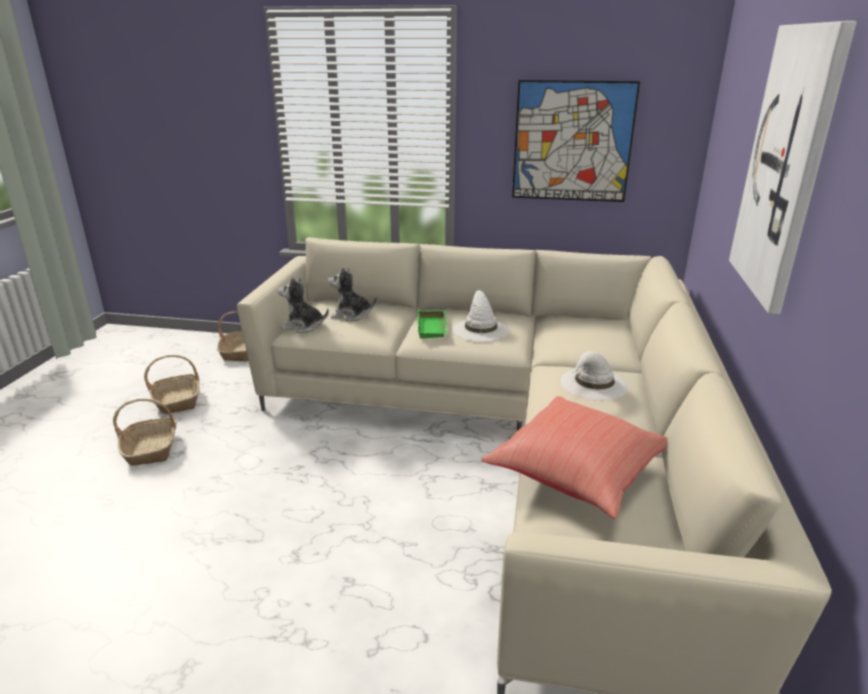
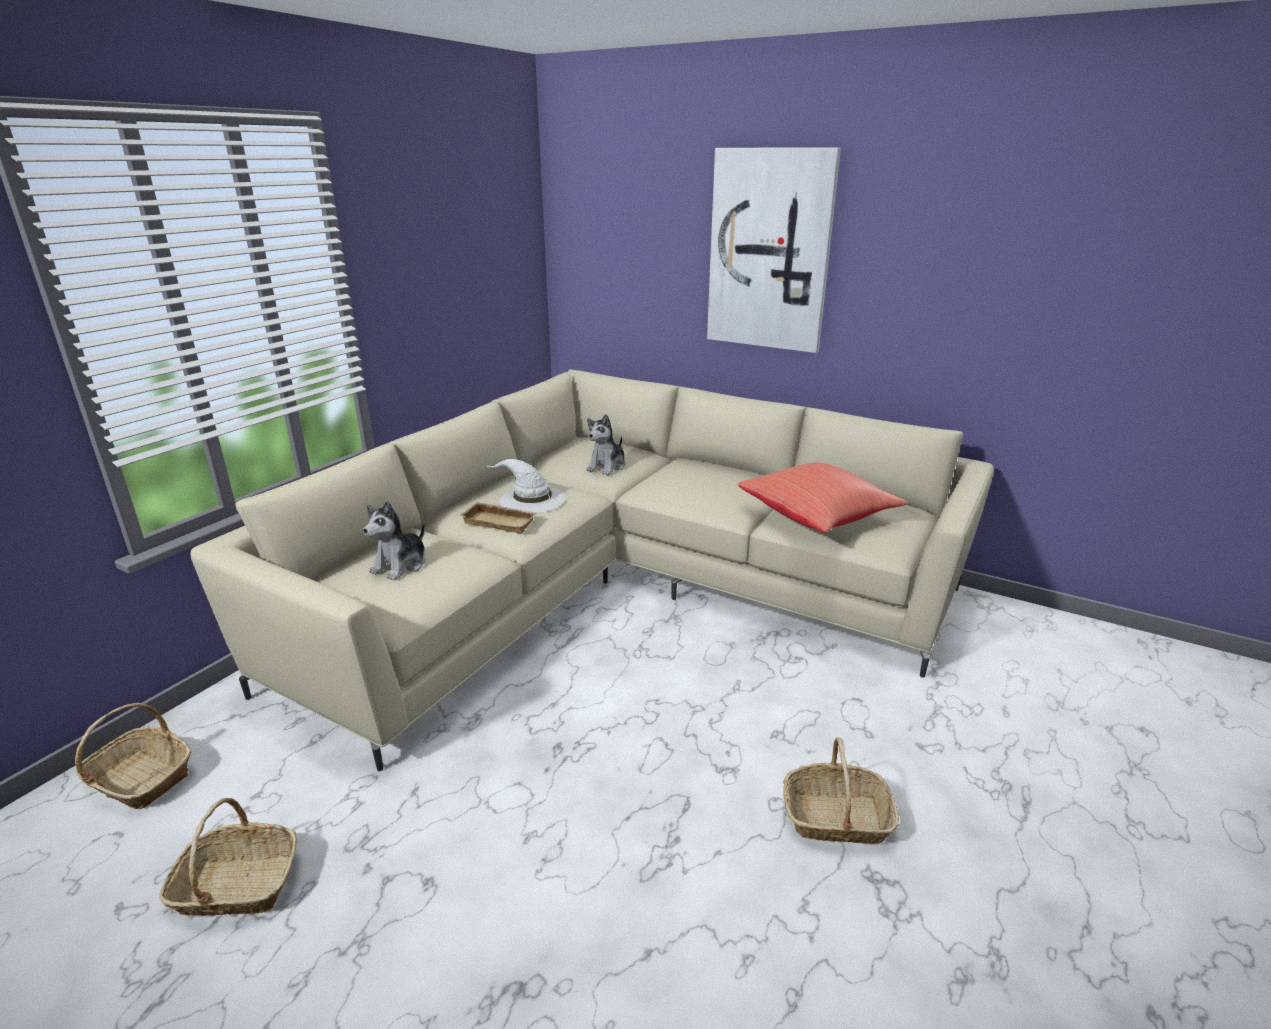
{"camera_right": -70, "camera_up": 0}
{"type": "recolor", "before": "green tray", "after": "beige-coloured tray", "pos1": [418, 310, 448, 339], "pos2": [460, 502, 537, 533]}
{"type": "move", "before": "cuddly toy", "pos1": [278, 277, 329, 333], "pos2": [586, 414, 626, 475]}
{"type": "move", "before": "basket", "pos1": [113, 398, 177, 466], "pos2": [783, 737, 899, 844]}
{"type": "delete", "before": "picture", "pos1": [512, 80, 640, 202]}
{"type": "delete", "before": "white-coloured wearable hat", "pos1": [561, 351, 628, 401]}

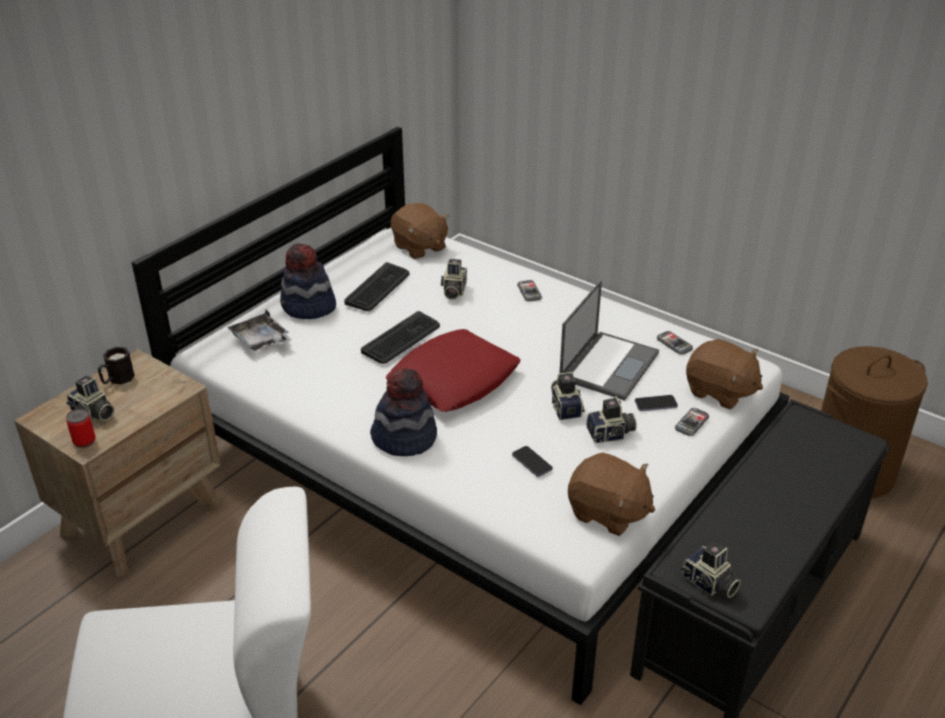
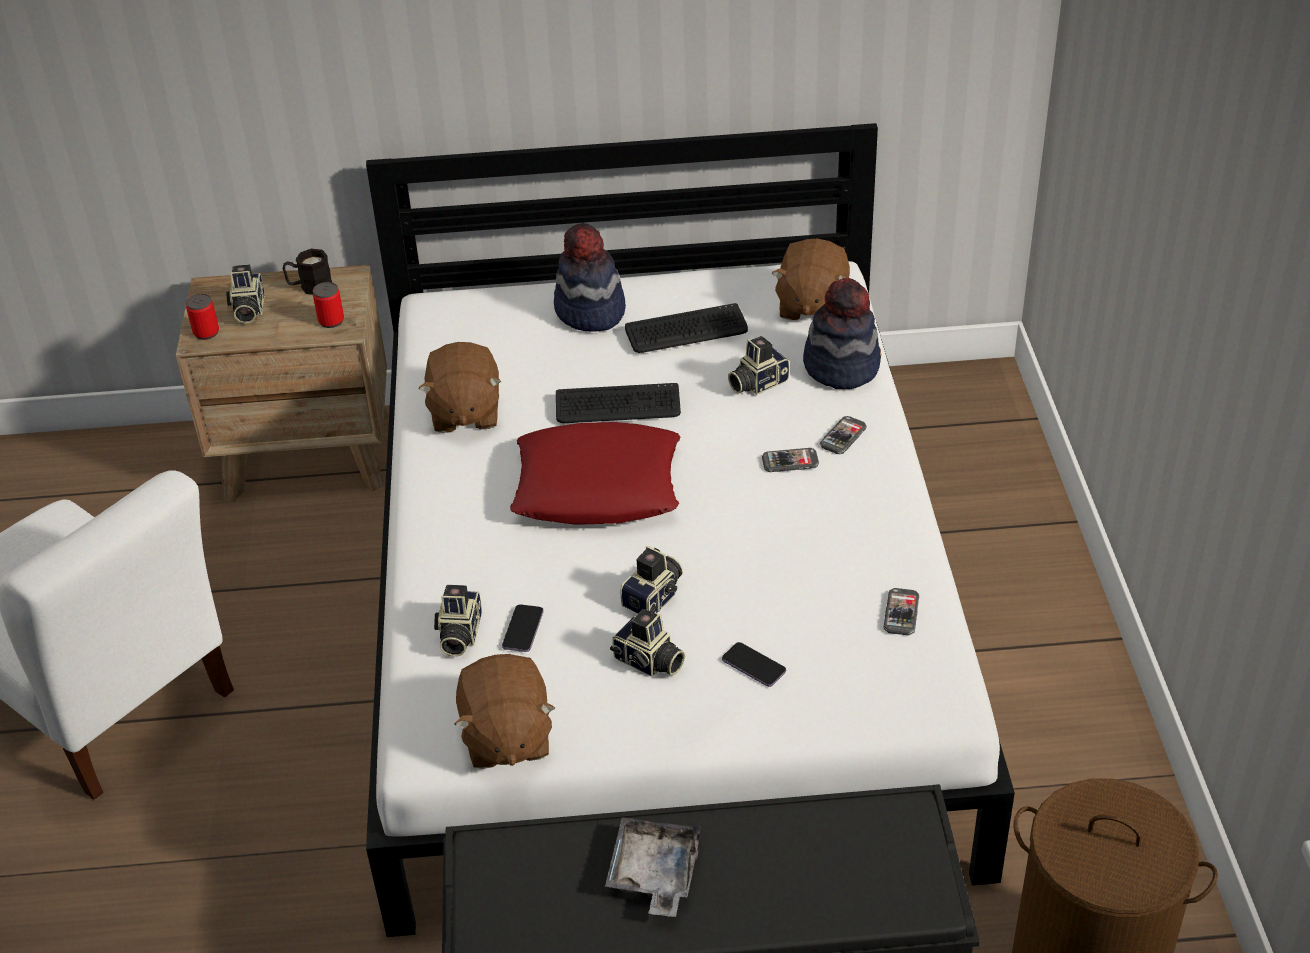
{"camera_right": 50, "camera_up": 5}
{"type": "insert", "after": "sealed can", "pos2": [313, 282, 344, 328]}
{"type": "move", "before": "brown cuddly toy", "pos1": [686, 339, 763, 409], "pos2": [418, 342, 501, 433]}
{"type": "move", "before": "still camera", "pos1": [681, 542, 741, 598], "pos2": [434, 585, 482, 657]}
{"type": "move", "before": "greyish tray", "pos1": [227, 310, 292, 351], "pos2": [605, 817, 701, 917]}
{"type": "move", "before": "phone", "pos1": [675, 408, 709, 436], "pos2": [762, 448, 819, 472]}
{"type": "move", "before": "wearable hat", "pos1": [370, 368, 437, 456], "pos2": [803, 278, 881, 389]}
{"type": "delete", "before": "laptop", "pos1": [560, 280, 659, 401]}

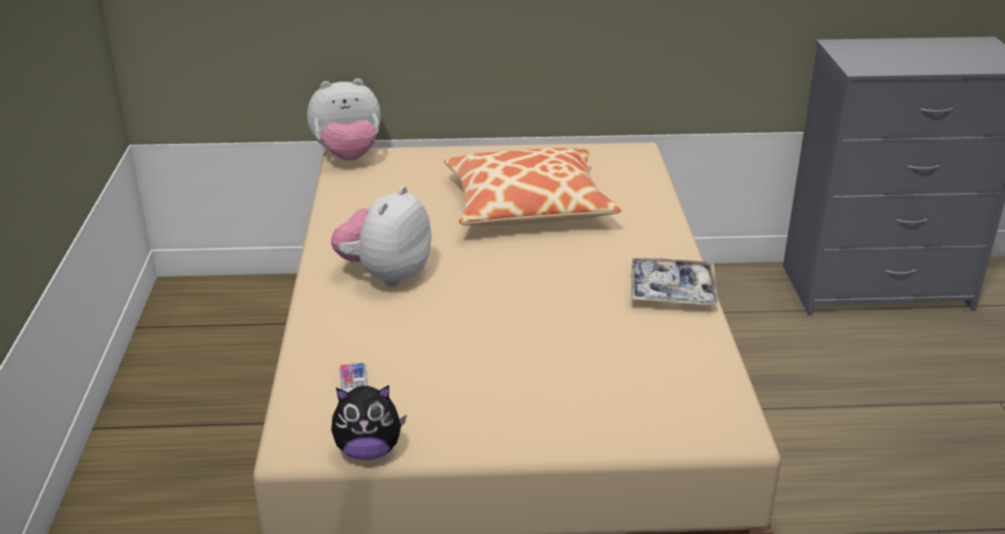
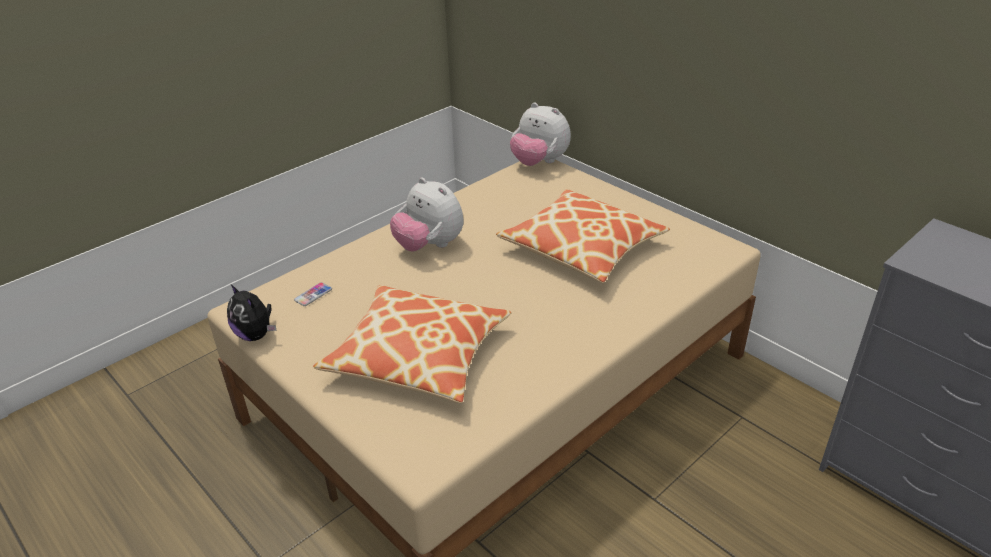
{"camera_right": 50, "camera_up": 5}
{"type": "insert", "after": "cushion", "pos2": [313, 285, 511, 403]}
{"type": "rotate", "before": "cuddly toy", "pos1": [331, 186, 432, 287], "pos2": [390, 177, 464, 251], "turn": -120}
{"type": "delete", "before": "tray", "pos1": [631, 258, 718, 305]}

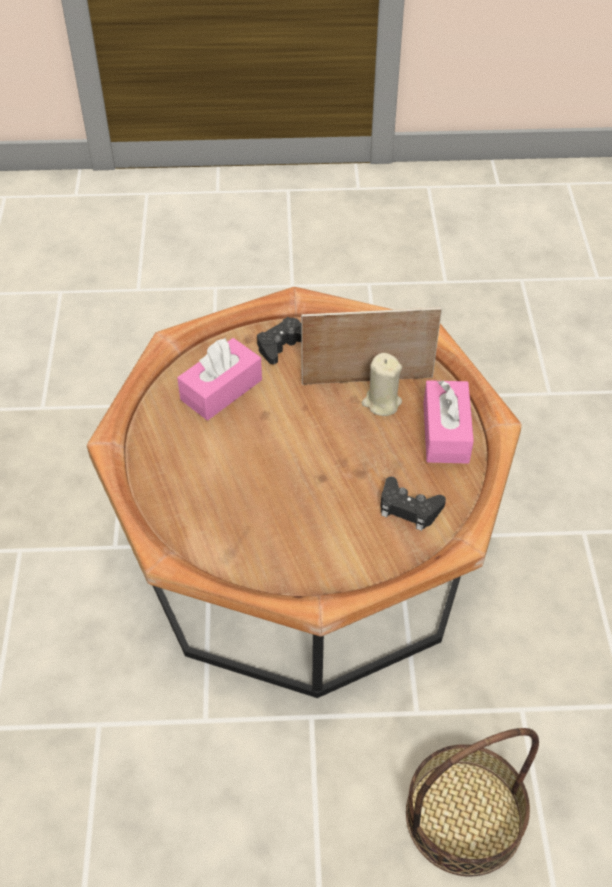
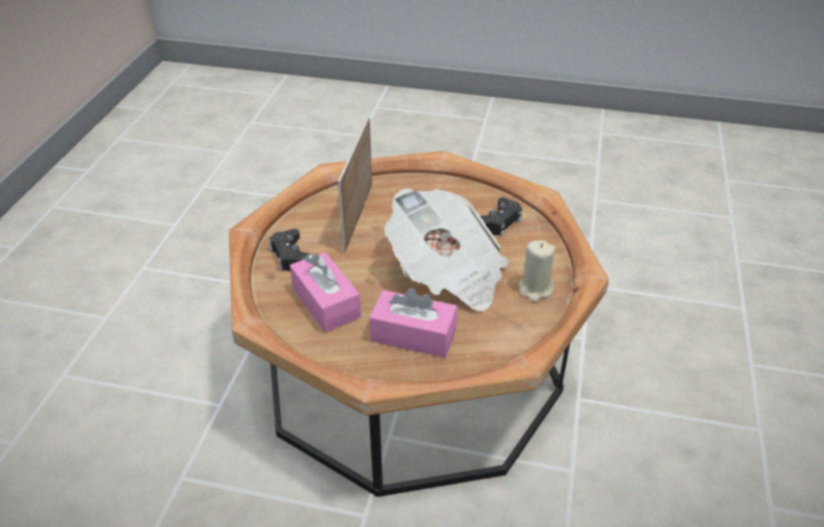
{"camera_right": -75, "camera_up": -10}
{"type": "move", "before": "pinkish tissue holder", "pos1": [423, 380, 474, 464], "pos2": [369, 288, 457, 358]}
{"type": "insert", "after": "newspaper", "pos2": [384, 188, 509, 311]}
{"type": "move", "before": "beige-coloured wax light", "pos1": [362, 353, 402, 416], "pos2": [519, 240, 555, 302]}
{"type": "delete", "before": "basket", "pos1": [406, 728, 539, 877]}

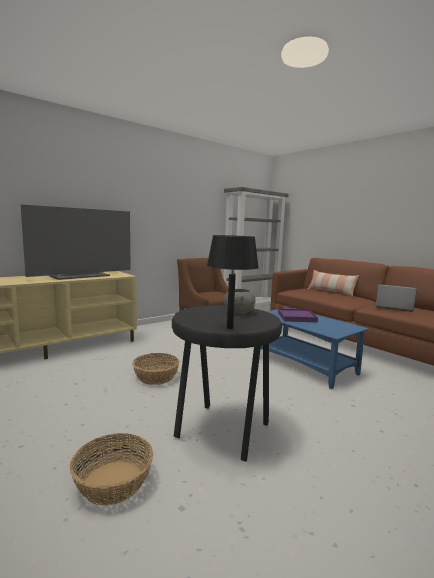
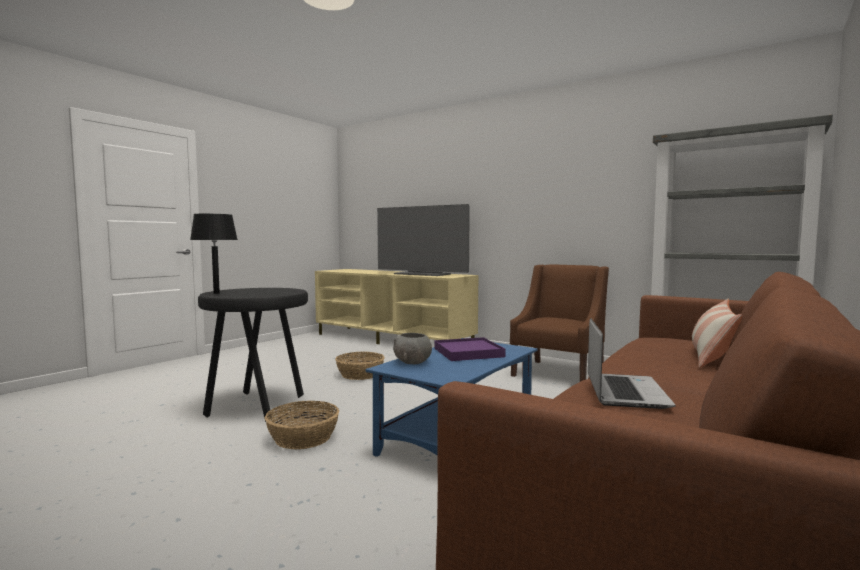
{"camera_right": 75, "camera_up": -5}
{"type": "move", "before": "basket", "pos1": [70, 433, 153, 506], "pos2": [265, 401, 339, 450]}
{"type": "move", "before": "greyish serving bowl", "pos1": [224, 289, 256, 314], "pos2": [393, 333, 432, 364]}

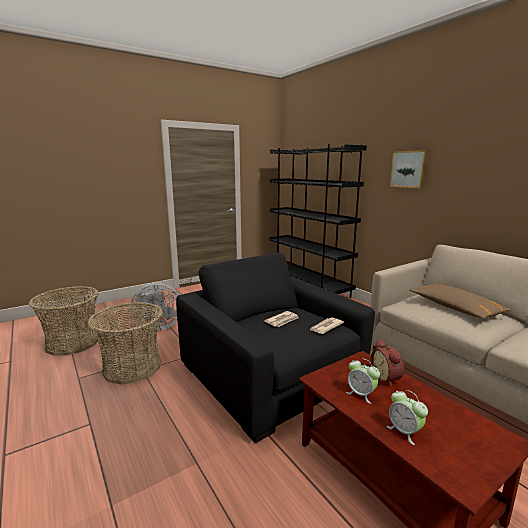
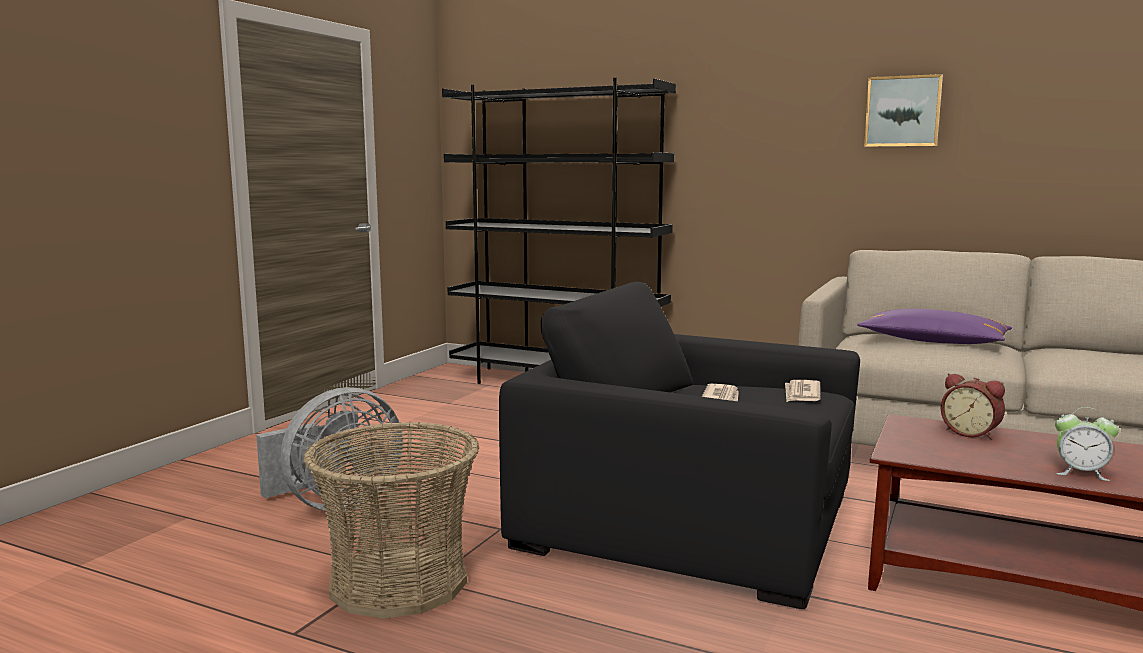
{"camera_right": -30, "camera_up": -5}
{"type": "recolor", "before": "brown cushion", "after": "purple-coloured cushion", "pos1": [409, 284, 511, 319], "pos2": [857, 309, 1012, 344]}
{"type": "move", "before": "picture", "pos1": [390, 150, 428, 188], "pos2": [864, 74, 943, 147]}
{"type": "delete", "before": "basket", "pos1": [29, 286, 99, 356]}
{"type": "delete", "before": "table clock", "pos1": [346, 358, 380, 404]}

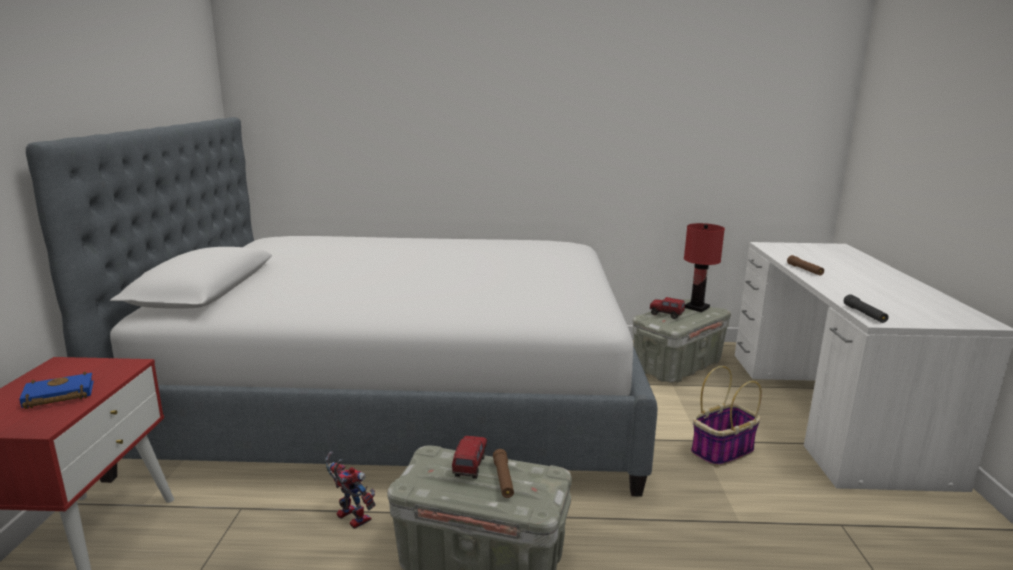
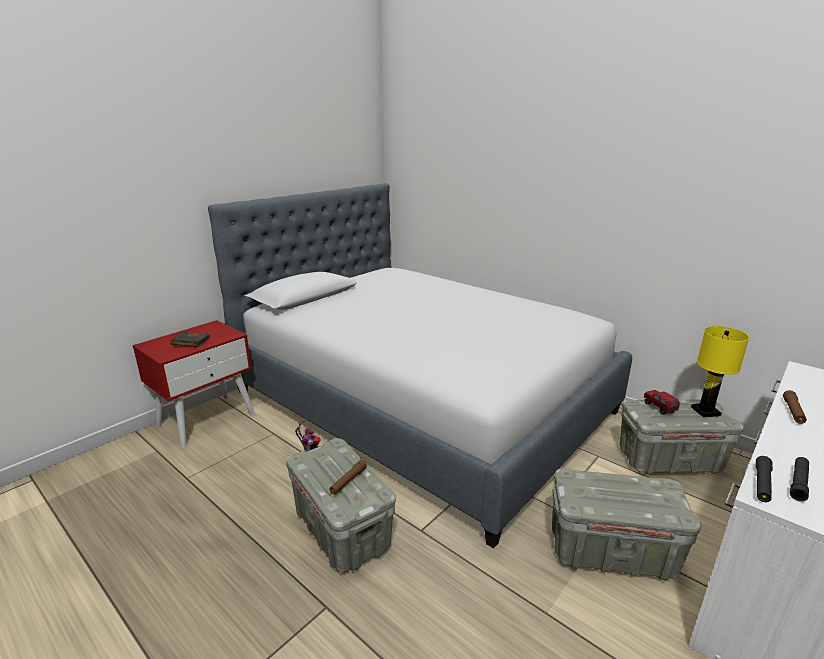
{"camera_right": 40, "camera_up": 5}
{"type": "recolor", "before": "bluish book", "after": "black book", "pos1": [19, 371, 94, 409], "pos2": [170, 331, 210, 348]}
{"type": "replace", "before": "basket", "after": "greyish storage box", "pos1": [691, 366, 762, 466], "pos2": [552, 468, 701, 580]}
{"type": "recolor", "before": "red-coloured table lamp", "after": "yellow table lamp", "pos1": [684, 223, 725, 312], "pos2": [691, 326, 749, 417]}
{"type": "insert", "after": "black flashlight", "pos2": [790, 457, 809, 502]}
{"type": "delete", "before": "toy truck", "pos1": [452, 436, 487, 479]}

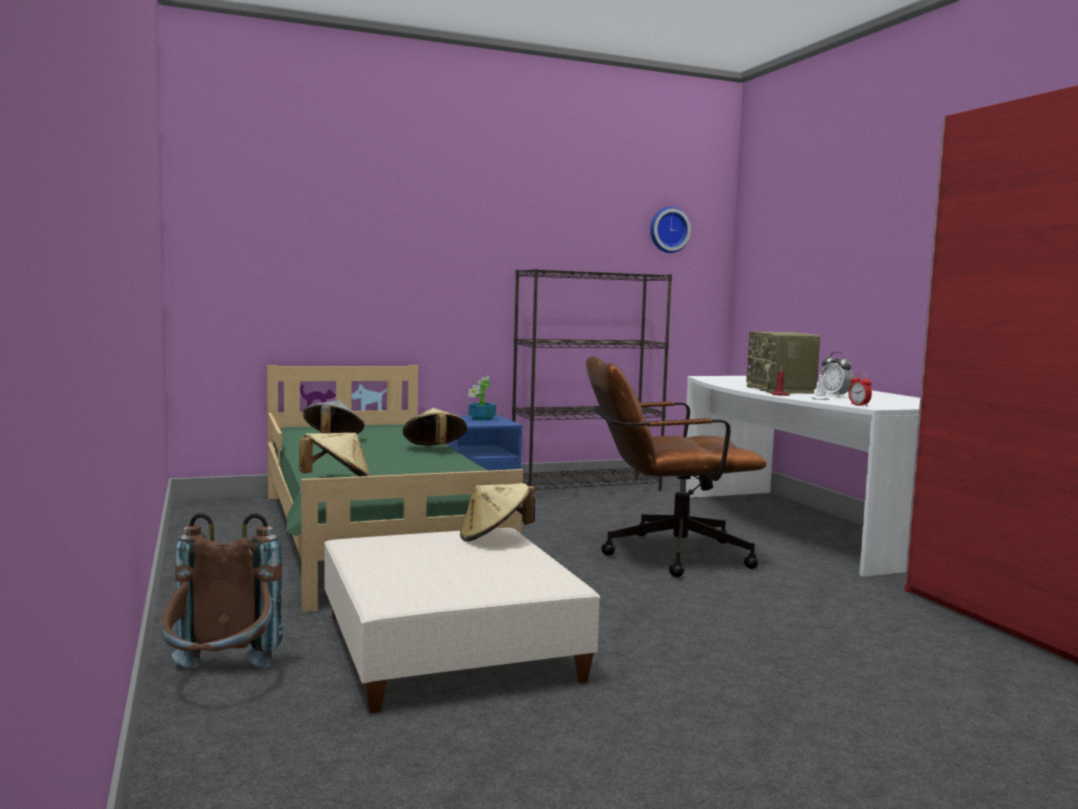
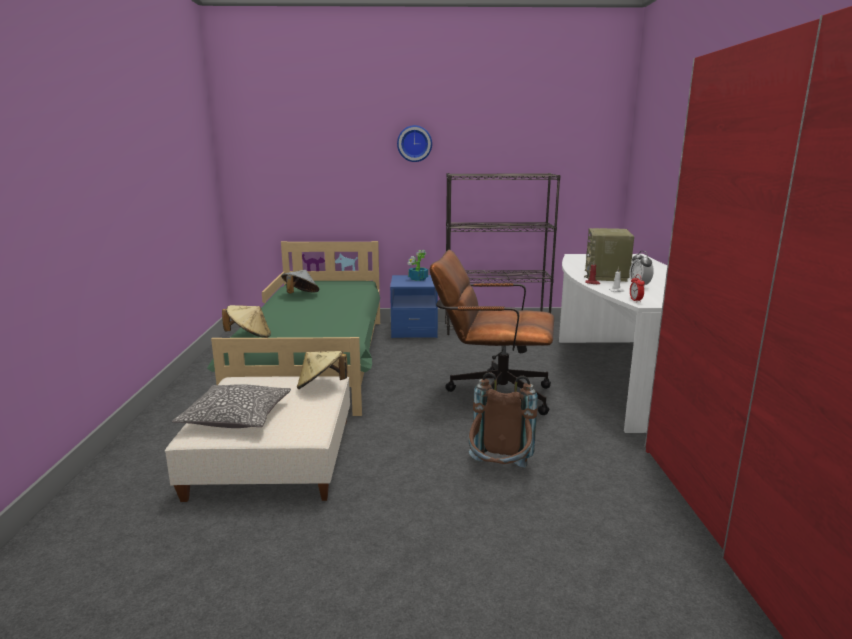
{"camera_right": 20, "camera_up": 10}
{"type": "insert", "after": "cushion", "pos2": [172, 384, 291, 428]}
{"type": "move", "before": "hanging clock", "pos1": [650, 207, 691, 253], "pos2": [397, 125, 432, 162]}
{"type": "move", "before": "brown backpack", "pos1": [161, 513, 282, 668], "pos2": [468, 372, 538, 468]}
{"type": "delete", "before": "beige-coloured wearable hat", "pos1": [403, 408, 467, 446]}

